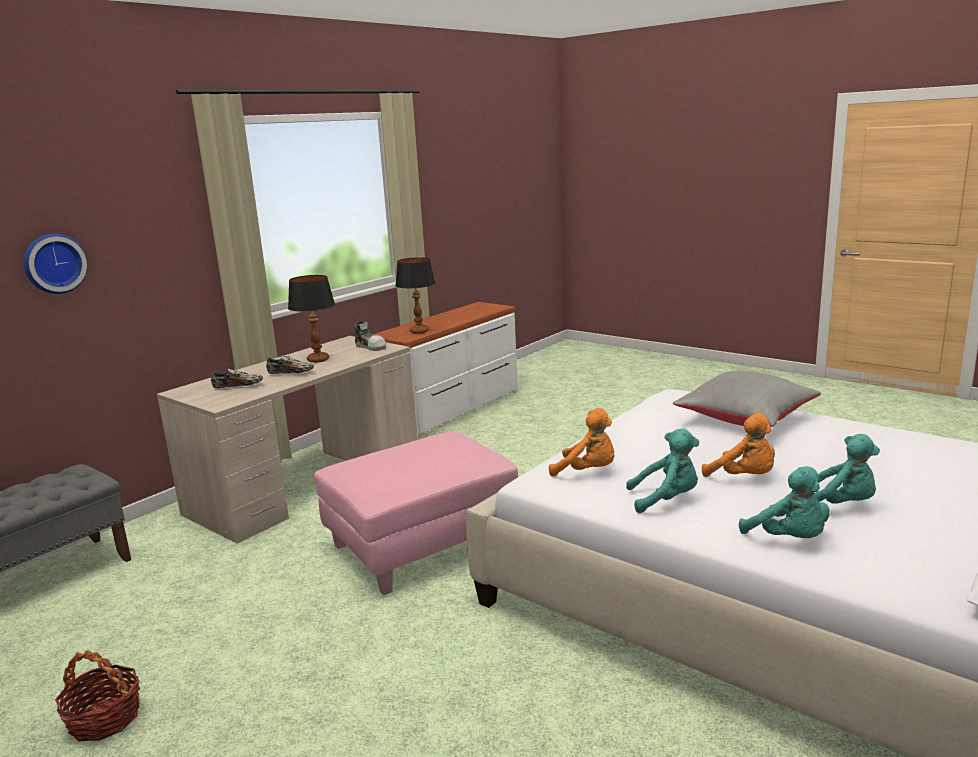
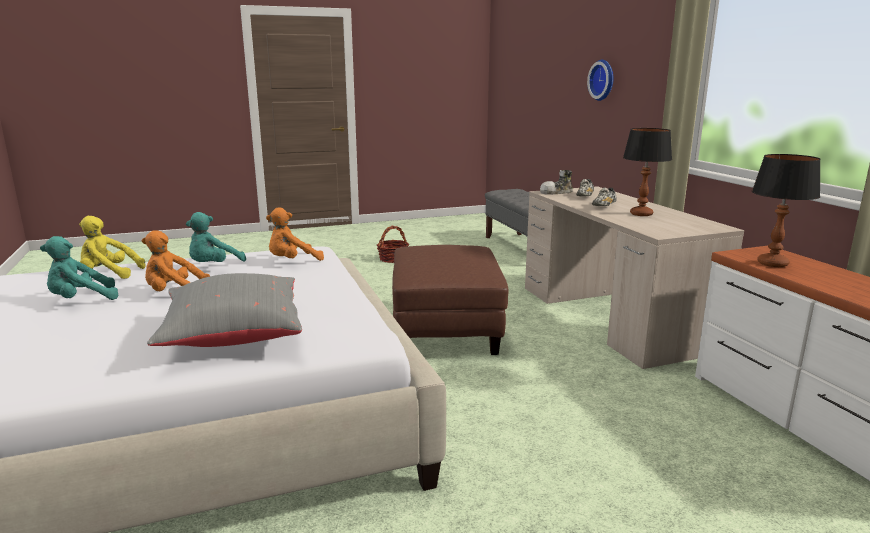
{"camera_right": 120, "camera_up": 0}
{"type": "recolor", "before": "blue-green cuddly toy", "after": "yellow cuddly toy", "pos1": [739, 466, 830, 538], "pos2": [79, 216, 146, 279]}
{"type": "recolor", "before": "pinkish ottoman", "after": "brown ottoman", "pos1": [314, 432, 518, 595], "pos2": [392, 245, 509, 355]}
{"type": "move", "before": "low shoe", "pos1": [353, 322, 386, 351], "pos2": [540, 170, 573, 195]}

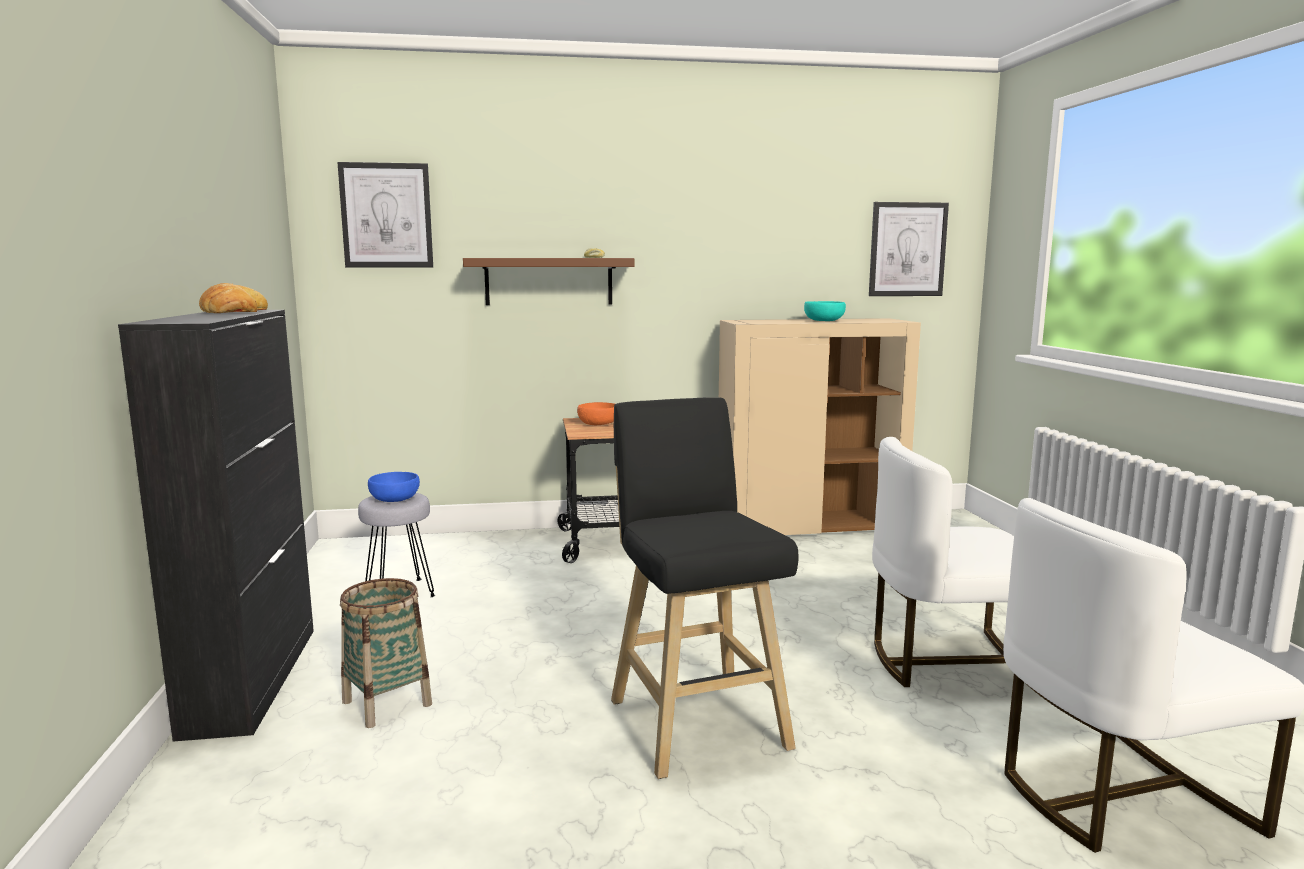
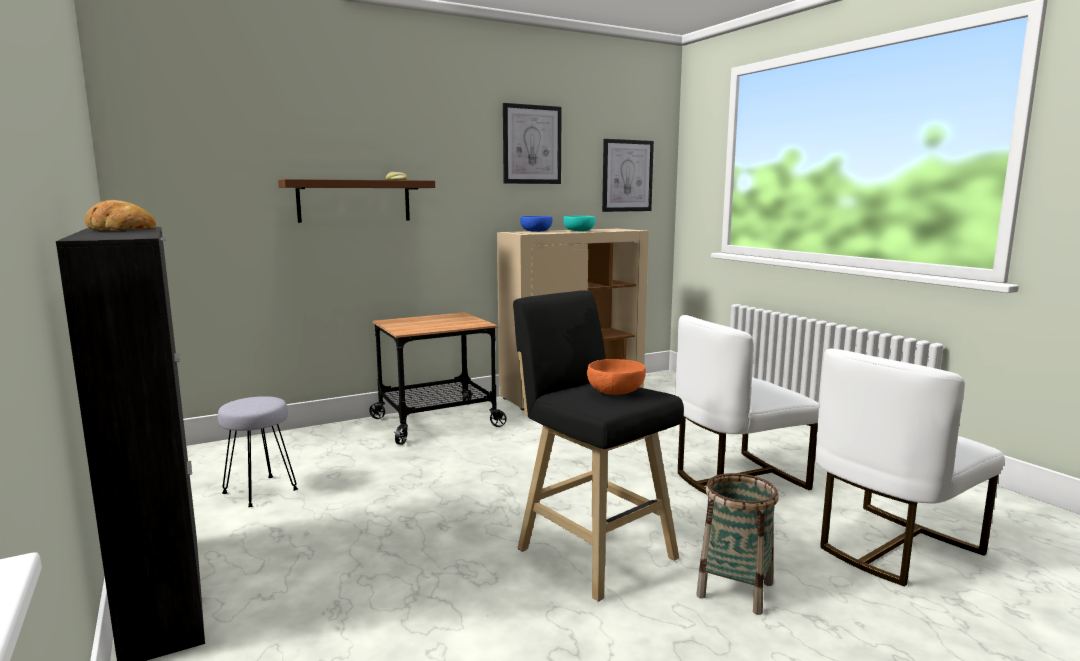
{"camera_right": -20, "camera_up": 0}
{"type": "move", "before": "picture", "pos1": [338, 162, 433, 268], "pos2": [503, 103, 562, 184]}
{"type": "move", "before": "bluish serving bowl", "pos1": [368, 472, 420, 502], "pos2": [520, 216, 552, 232]}
{"type": "move", "before": "orangey serving bowl", "pos1": [577, 402, 615, 425], "pos2": [587, 359, 646, 395]}
{"type": "move", "before": "basket", "pos1": [340, 578, 432, 728], "pos2": [696, 473, 778, 615]}

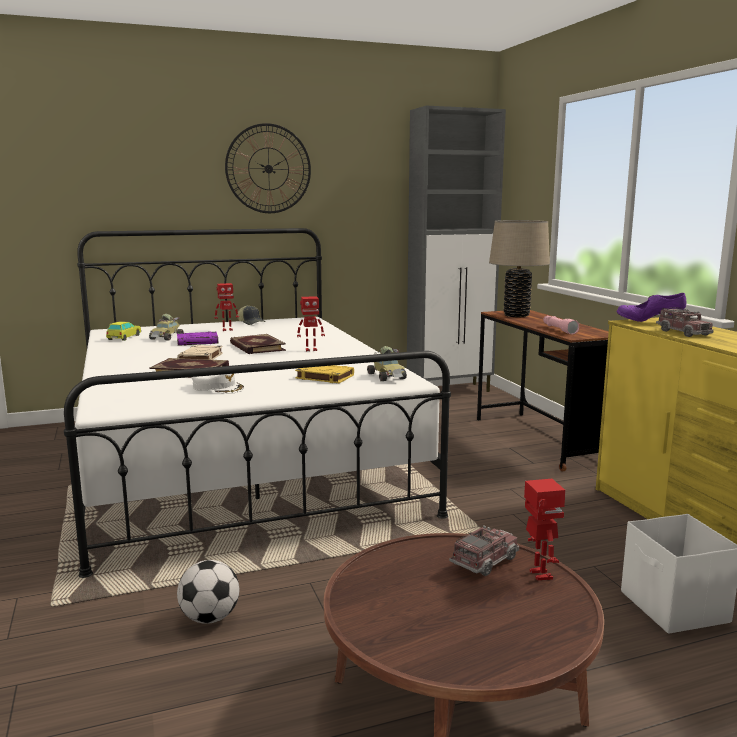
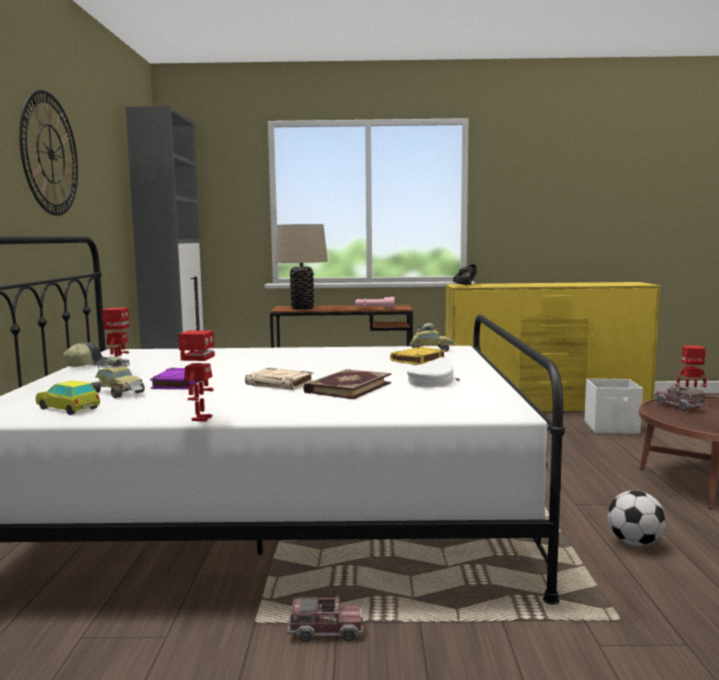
{"camera_right": -70, "camera_up": -5}
{"type": "move", "before": "toy robot", "pos1": [297, 296, 325, 351], "pos2": [178, 330, 215, 422]}
{"type": "move", "before": "toy truck", "pos1": [656, 307, 714, 337], "pos2": [287, 596, 363, 642]}
{"type": "recolor", "before": "purple-coloured low shoe", "after": "black low shoe", "pos1": [617, 293, 687, 322], "pos2": [453, 264, 477, 285]}
{"type": "delete", "before": "book", "pos1": [230, 334, 286, 354]}

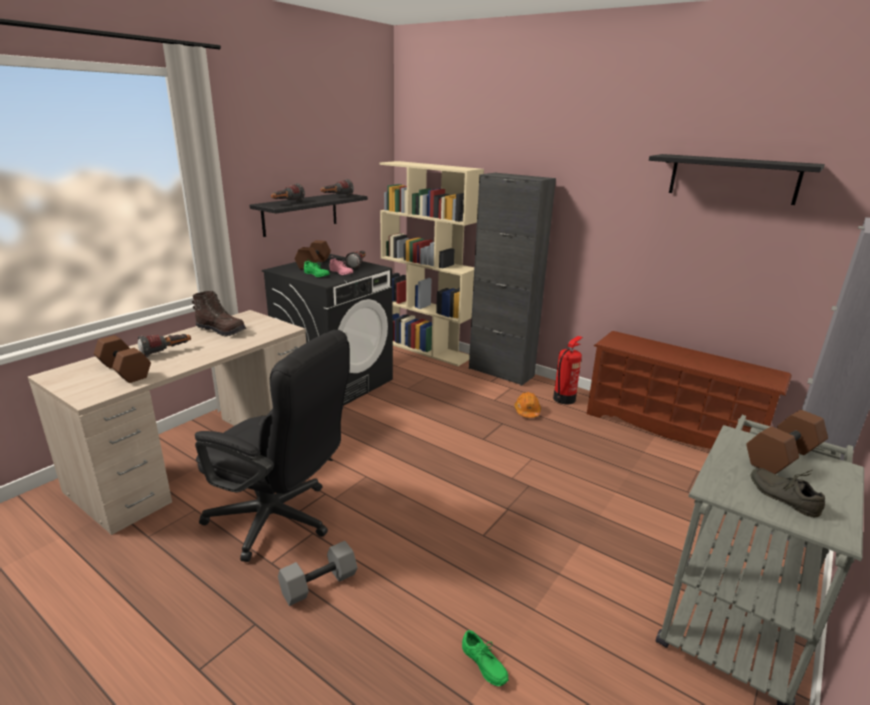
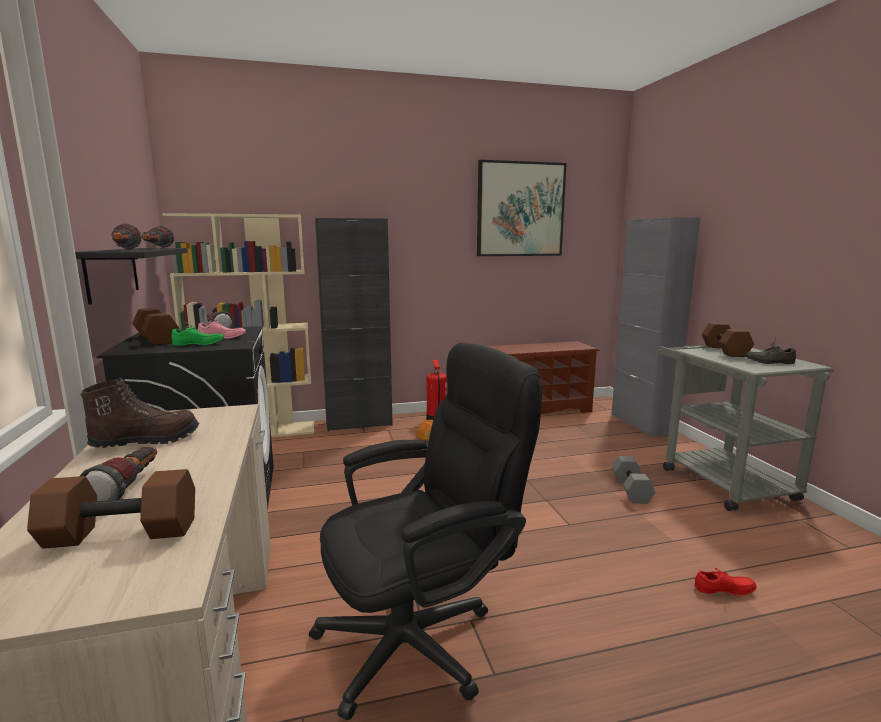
{"camera_right": -50, "camera_up": -10}
{"type": "replace", "before": "black wall shelf", "after": "picture", "pos1": [649, 154, 825, 205], "pos2": [477, 160, 567, 256]}
{"type": "move", "before": "greyish hand weight", "pos1": [278, 541, 358, 606], "pos2": [612, 456, 655, 504]}
{"type": "recolor", "before": "green low shoe", "after": "red-coloured low shoe", "pos1": [462, 630, 509, 686], "pos2": [695, 567, 757, 596]}

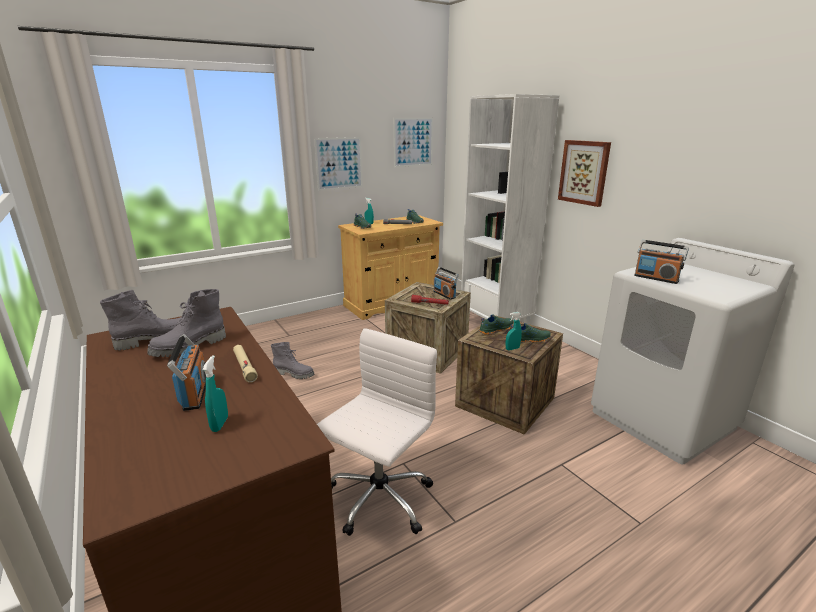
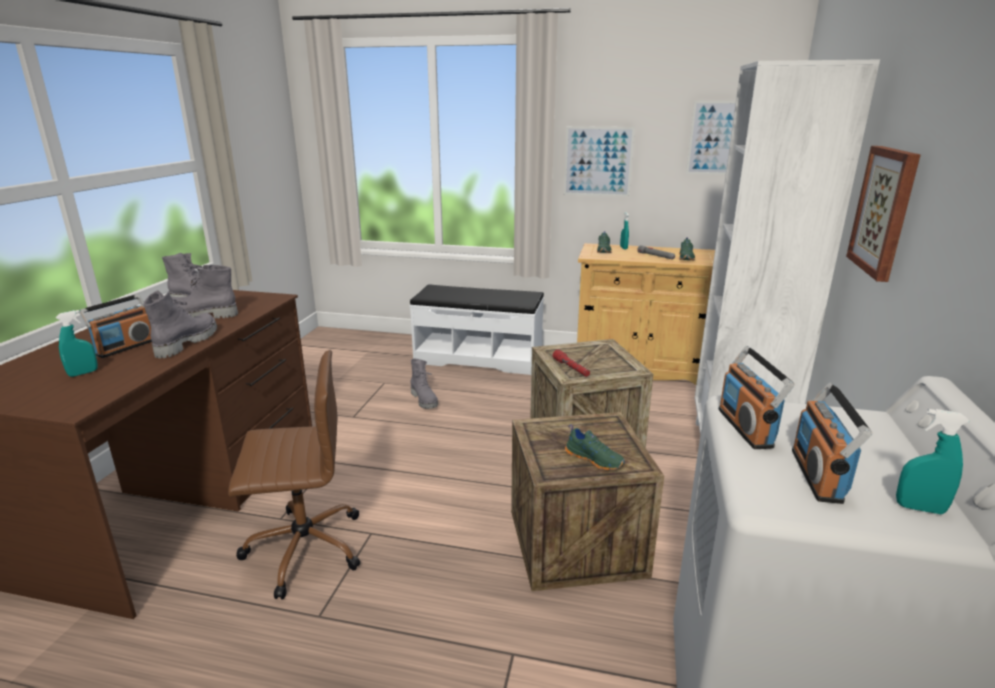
{"camera_right": 45, "camera_up": 0}
{"type": "replace", "before": "beige-coloured flashlight", "after": "greyish high-top boot", "pos1": [233, 345, 258, 383], "pos2": [143, 290, 217, 358]}
{"type": "recolor", "before": "white-coloured computer chair", "after": "brown computer chair", "pos1": [317, 329, 437, 536], "pos2": [228, 350, 360, 599]}
{"type": "insert", "after": "white-coloured bench", "pos2": [409, 284, 544, 375]}
{"type": "move", "before": "radio receiver", "pos1": [433, 267, 459, 300], "pos2": [792, 382, 872, 504]}
{"type": "move", "before": "blue-green sprayer", "pos1": [506, 312, 522, 350], "pos2": [896, 409, 969, 514]}
{"type": "delete", "before": "green low shoe", "pos1": [479, 315, 513, 335]}

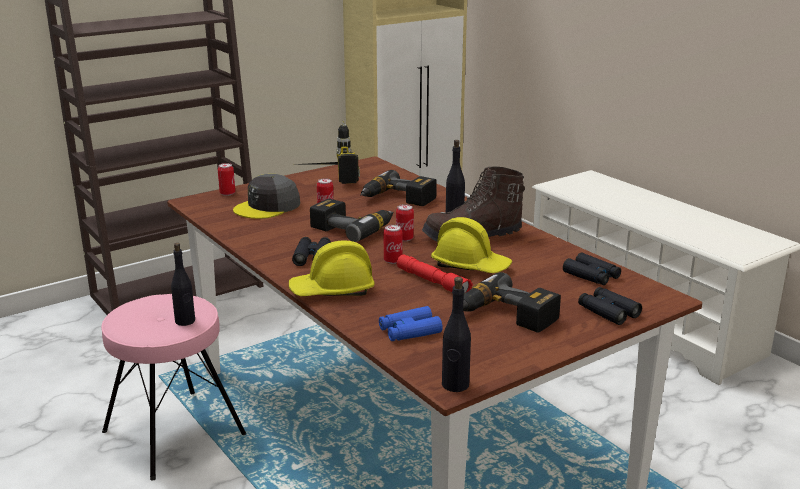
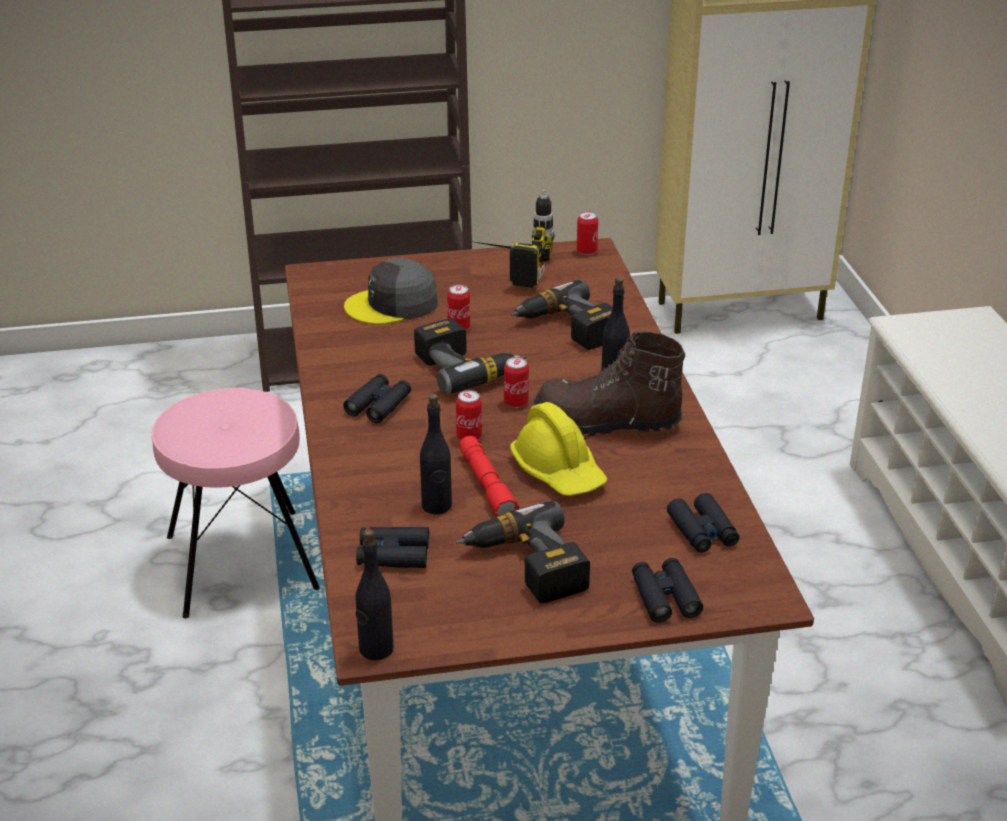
{"camera_right": 25, "camera_up": 10}
{"type": "recolor", "before": "bluish binoculars", "after": "black binoculars", "pos1": [379, 306, 443, 341], "pos2": [356, 527, 429, 568]}
{"type": "move", "before": "black beverage bottle", "pos1": [171, 243, 195, 326], "pos2": [420, 393, 452, 514]}
{"type": "move", "before": "sealed can", "pos1": [218, 163, 235, 196], "pos2": [577, 211, 598, 255]}
{"type": "delete", "before": "yellow safety helmet", "pos1": [289, 240, 375, 296]}

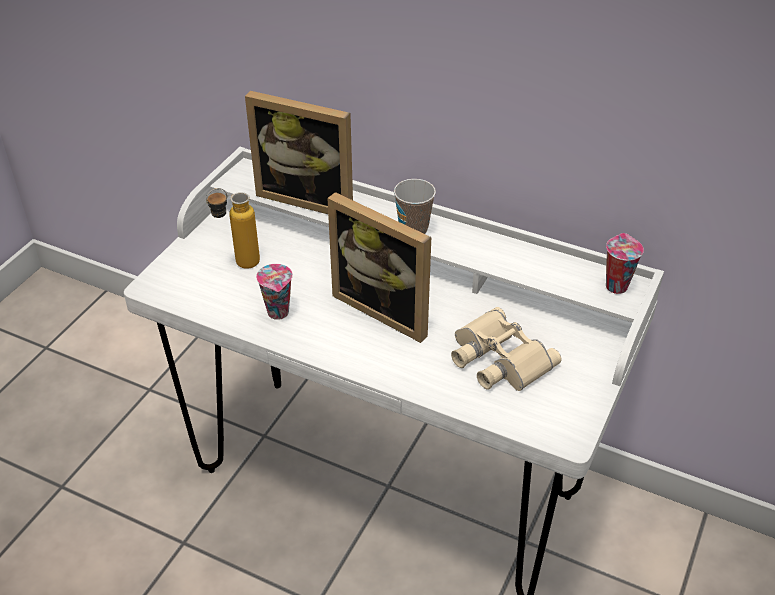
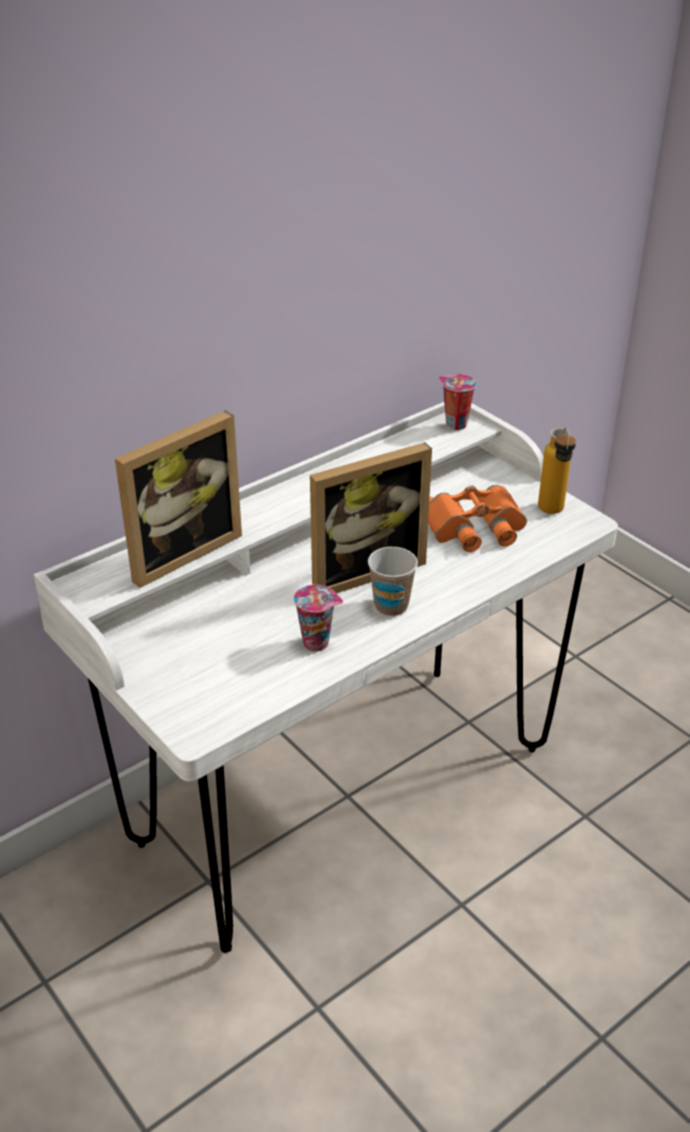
{"camera_right": -65, "camera_up": -5}
{"type": "move", "before": "drinking cup", "pos1": [394, 179, 436, 234], "pos2": [368, 547, 418, 616]}
{"type": "recolor", "before": "beige-coloured binoculars", "after": "orangey binoculars", "pos1": [451, 307, 561, 391], "pos2": [428, 485, 527, 552]}
{"type": "move", "before": "beverage bottle", "pos1": [206, 188, 260, 269], "pos2": [538, 427, 576, 514]}

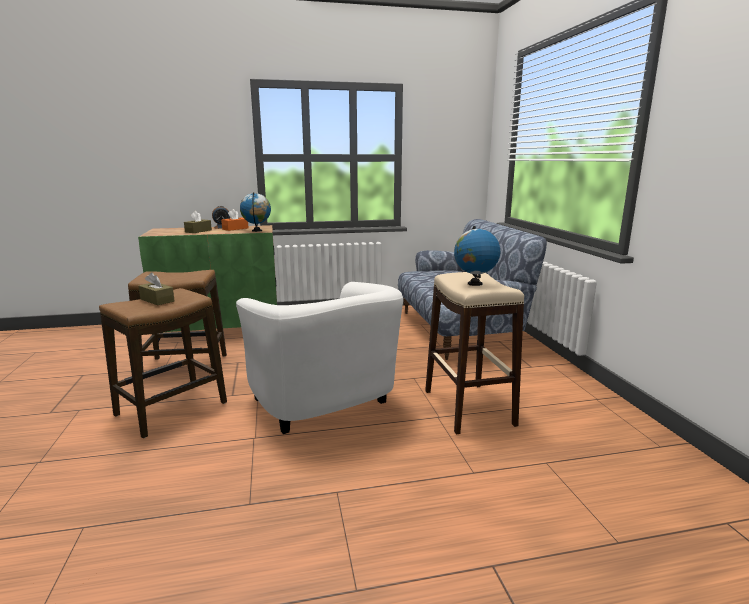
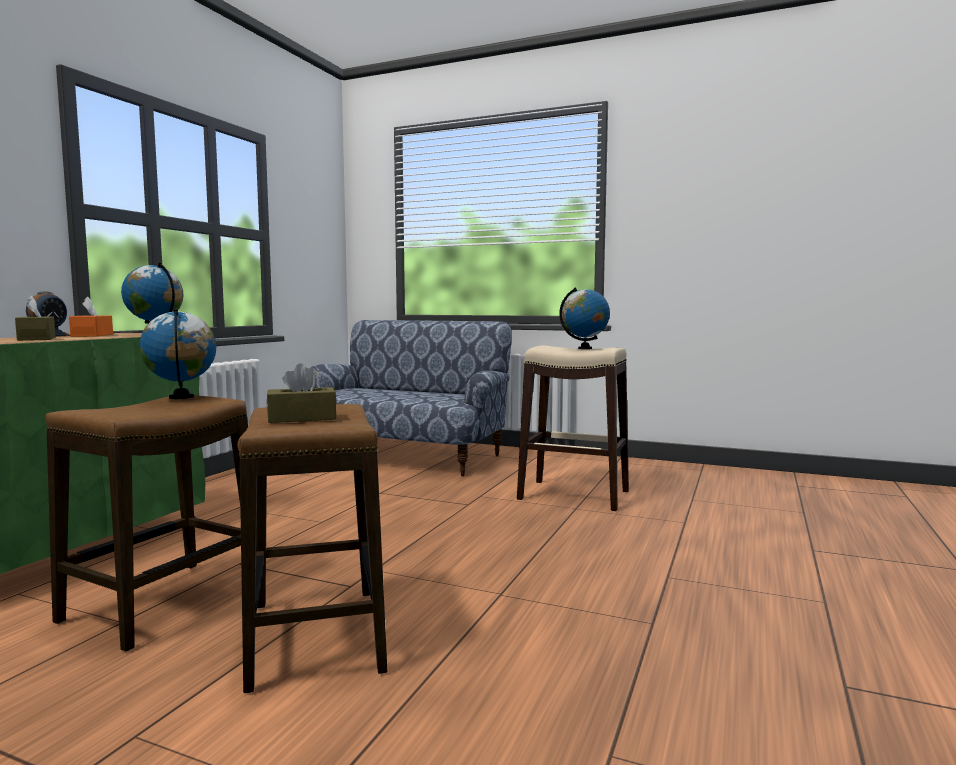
{"camera_right": -55, "camera_up": -10}
{"type": "insert", "after": "globe", "pos2": [140, 309, 216, 399]}
{"type": "delete", "before": "white-coloured armchair", "pos1": [236, 282, 403, 434]}

